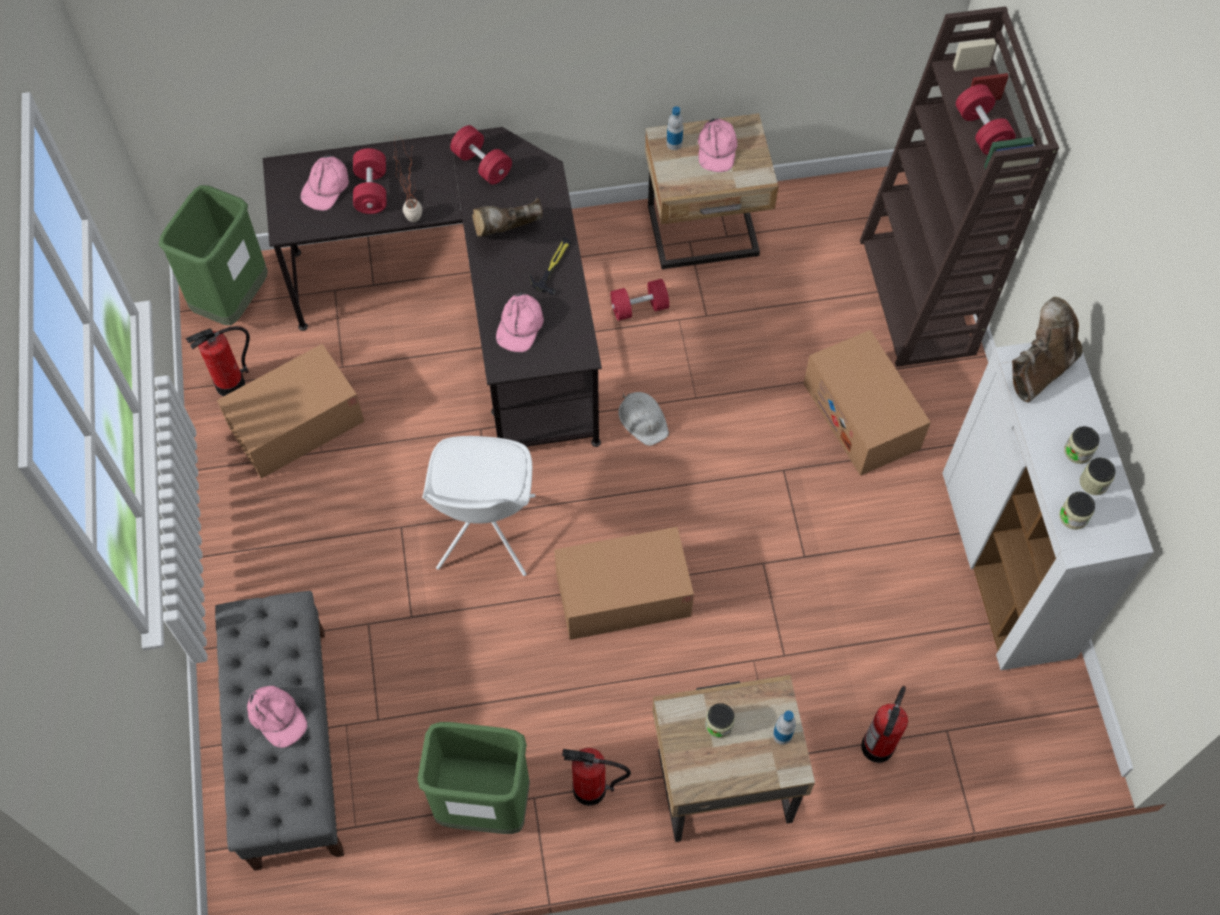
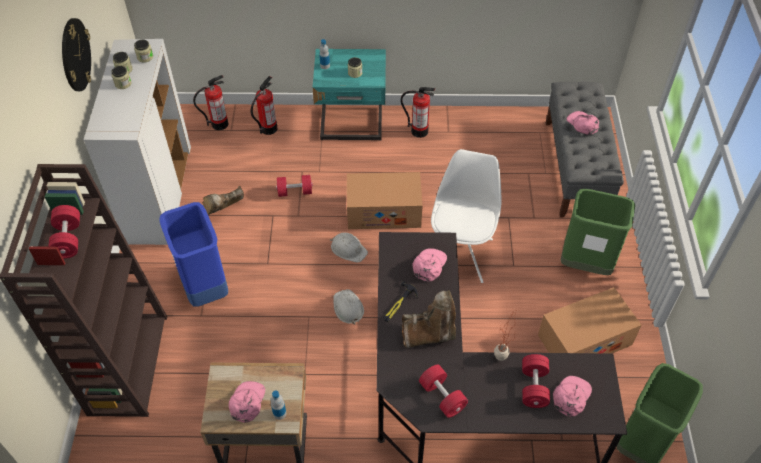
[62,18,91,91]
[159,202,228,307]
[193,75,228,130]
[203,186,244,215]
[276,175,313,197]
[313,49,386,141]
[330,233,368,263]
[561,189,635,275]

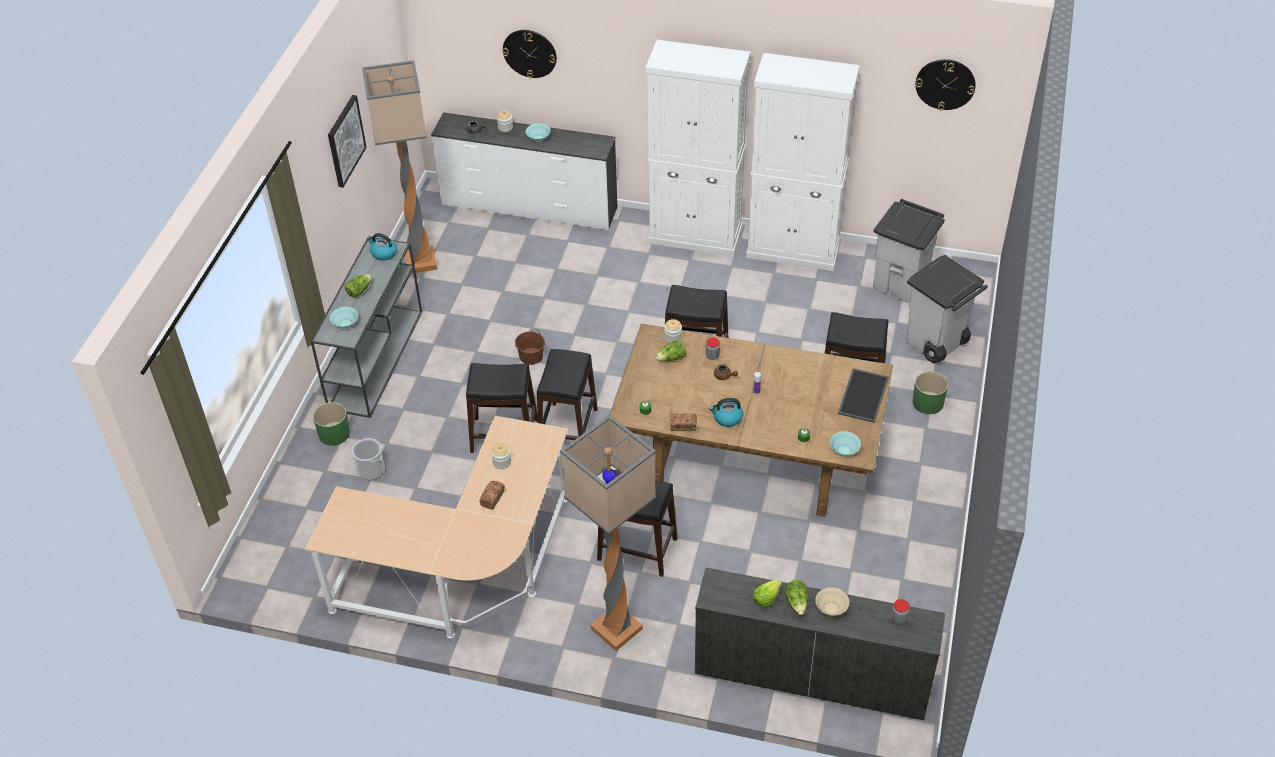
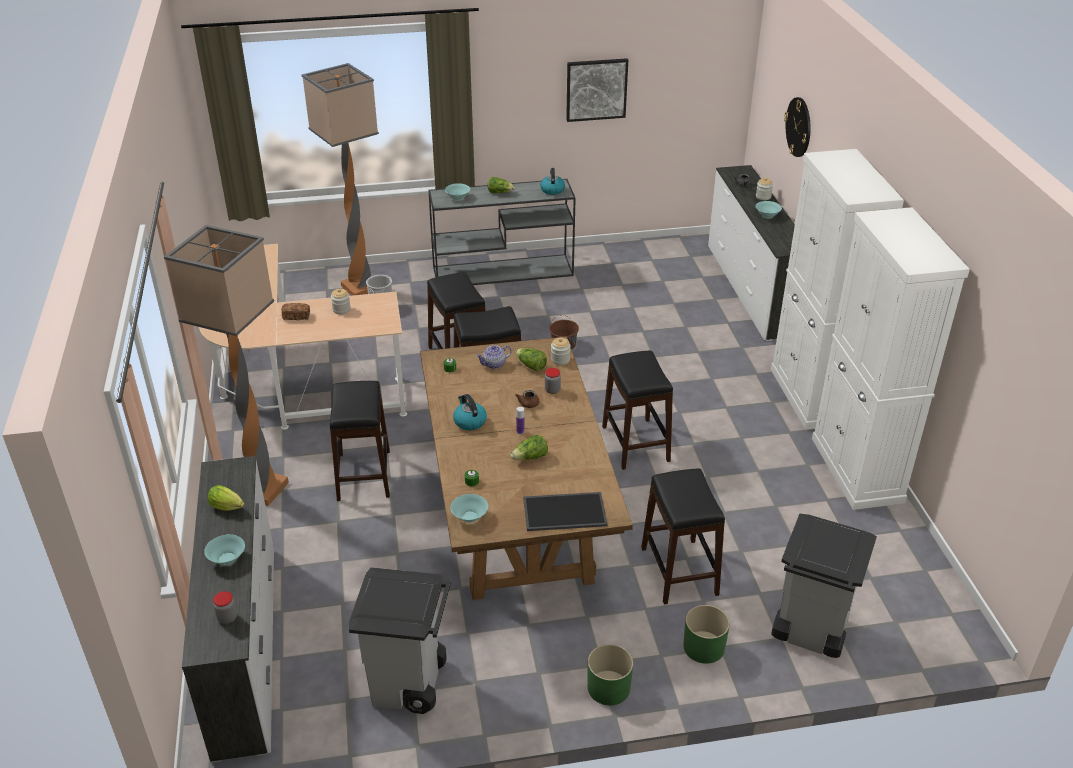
[204,534,245,565]
[302,63,379,296]
[349,567,451,714]
[476,345,512,369]
[511,435,548,460]
[588,644,633,705]
[670,413,697,431] (first image)
[915,59,976,111] (first image)

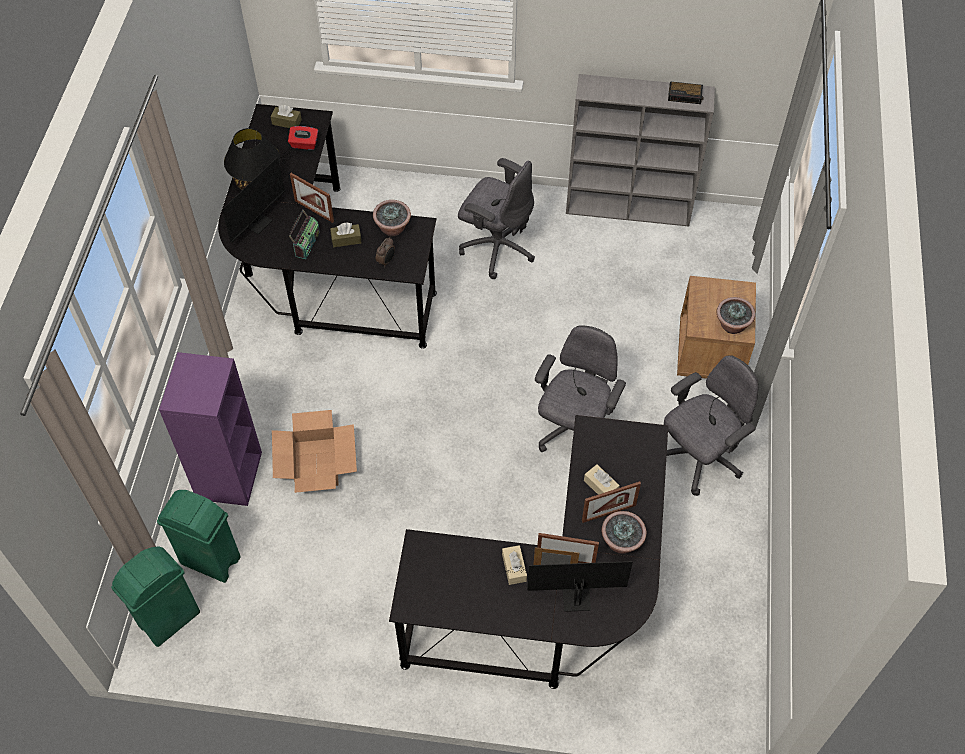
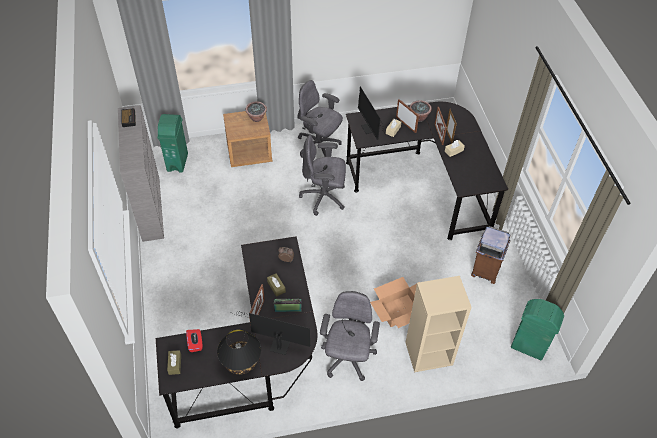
[157,114,188,173]
[320,291,380,381]
[358,86,384,140]
[405,276,472,372]
[471,226,510,284]
[373,200,411,237] (first image)

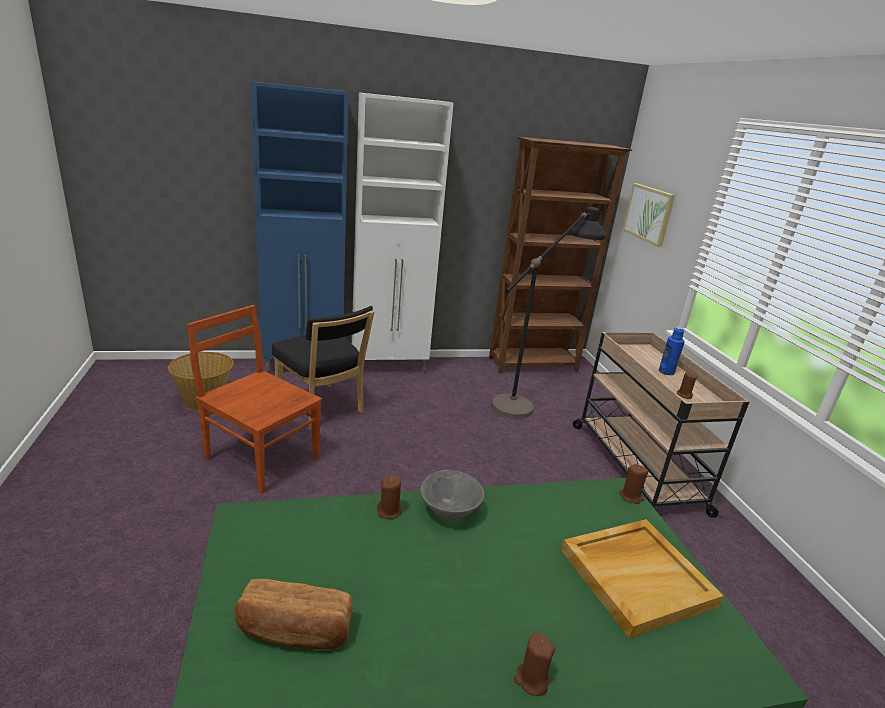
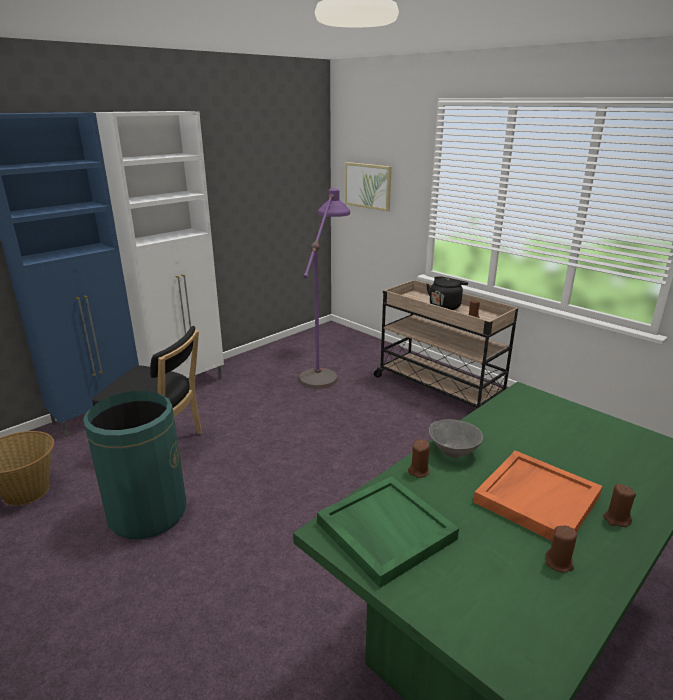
[83,391,186,539]
[299,188,350,389]
[317,476,459,588]
[426,277,468,310]
[473,451,603,541]
[545,526,577,573]
[234,579,353,649] (first image)
[489,137,632,373] (first image)
[561,519,724,638] (first image)

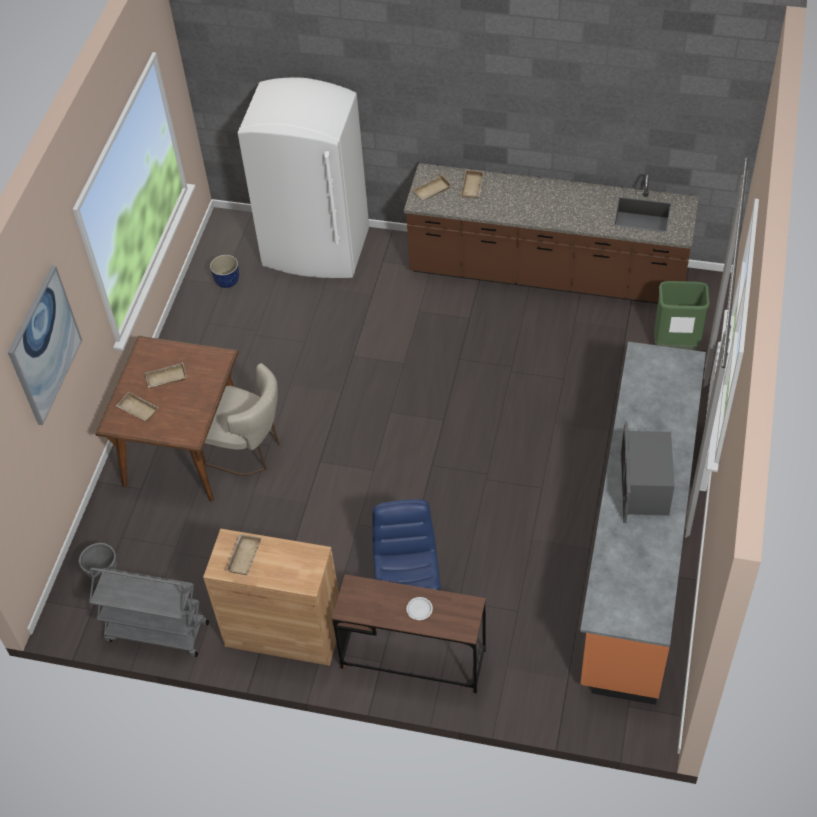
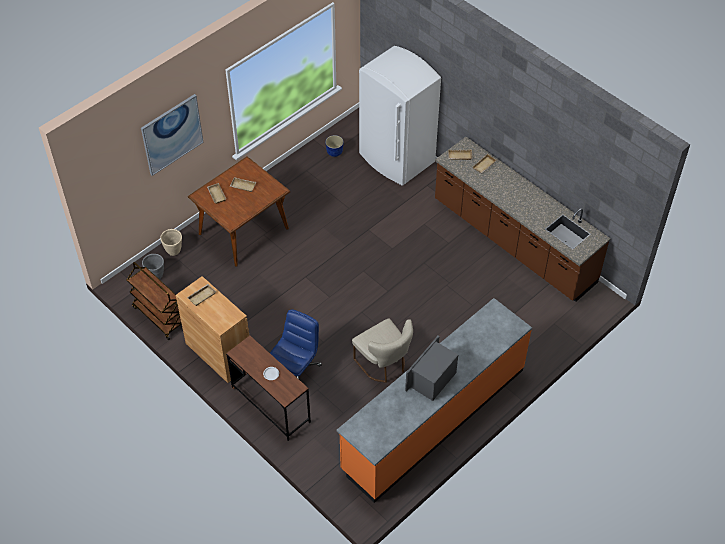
[127,262,181,340]
[160,229,182,256]
[352,318,413,383]
[654,281,710,351] (first image)

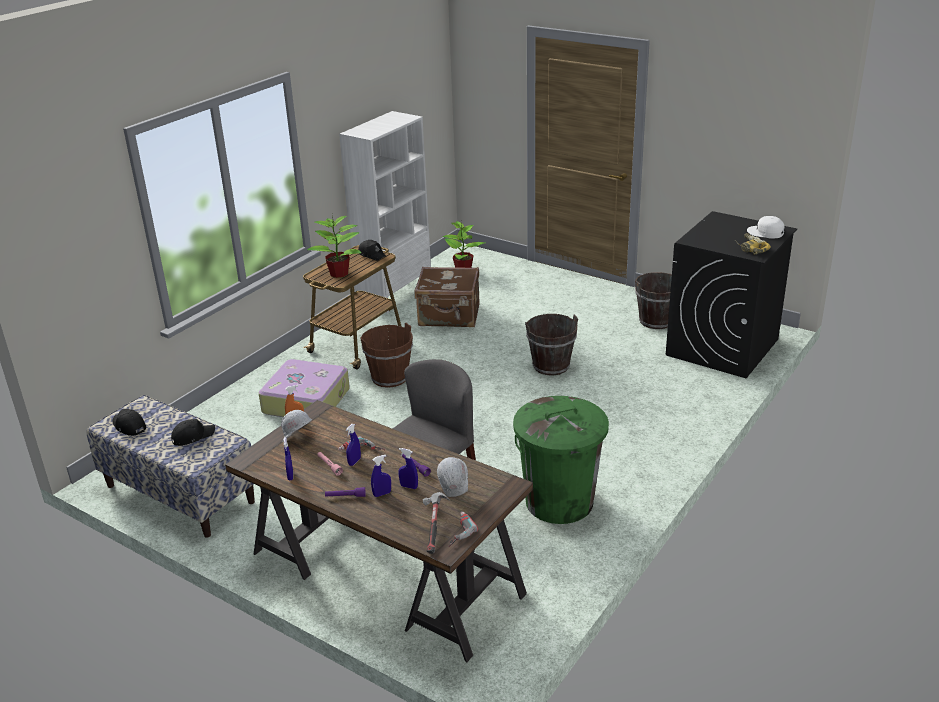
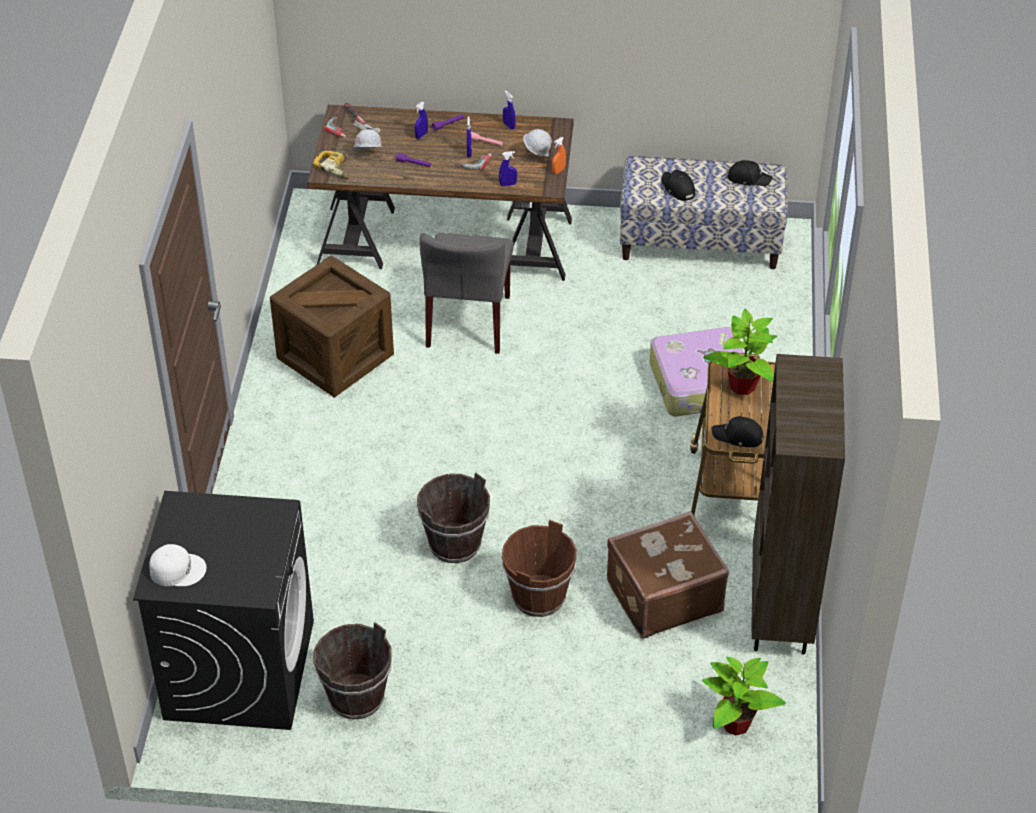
[270,256,394,397]
[313,144,356,179]
[499,151,517,186]
[502,520,577,617]
[661,170,695,201]
[751,354,845,655]

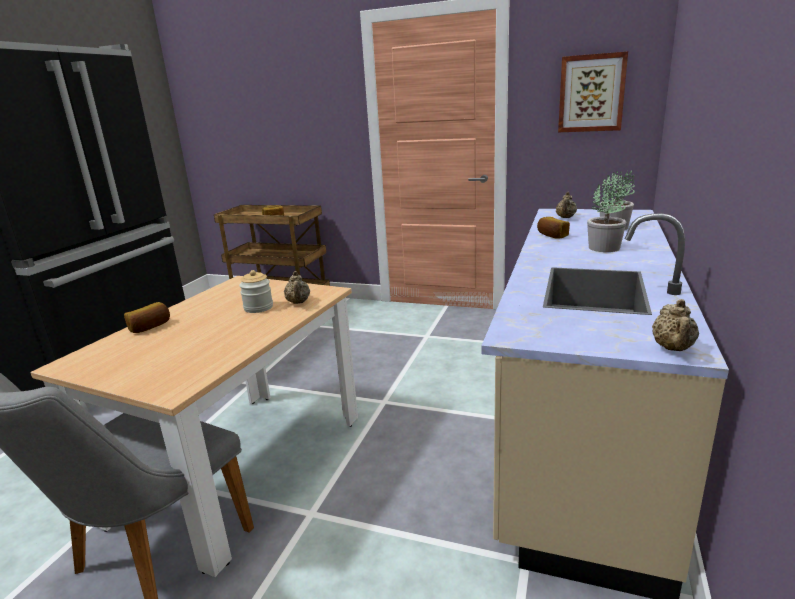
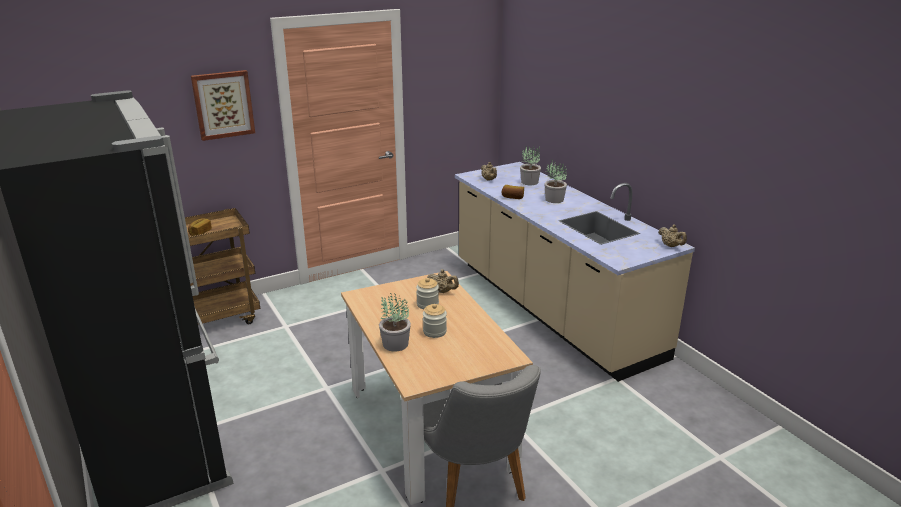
[191,70,255,141]
[379,293,411,352]
[423,304,447,338]

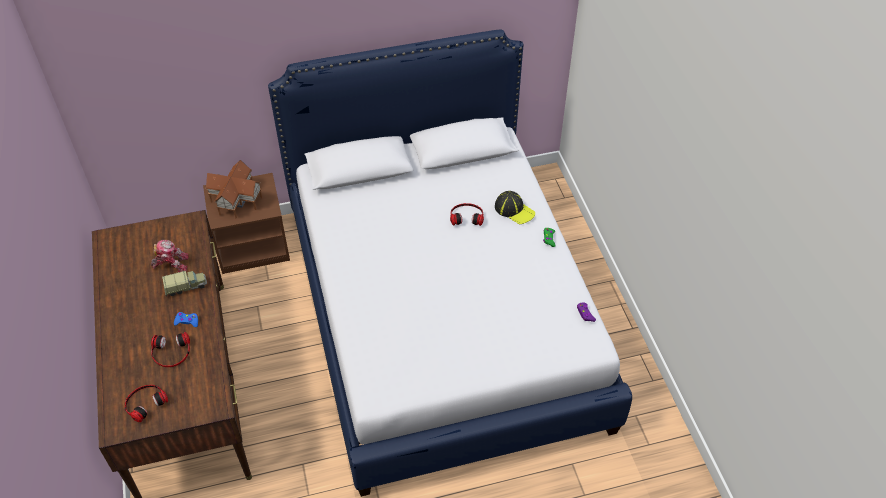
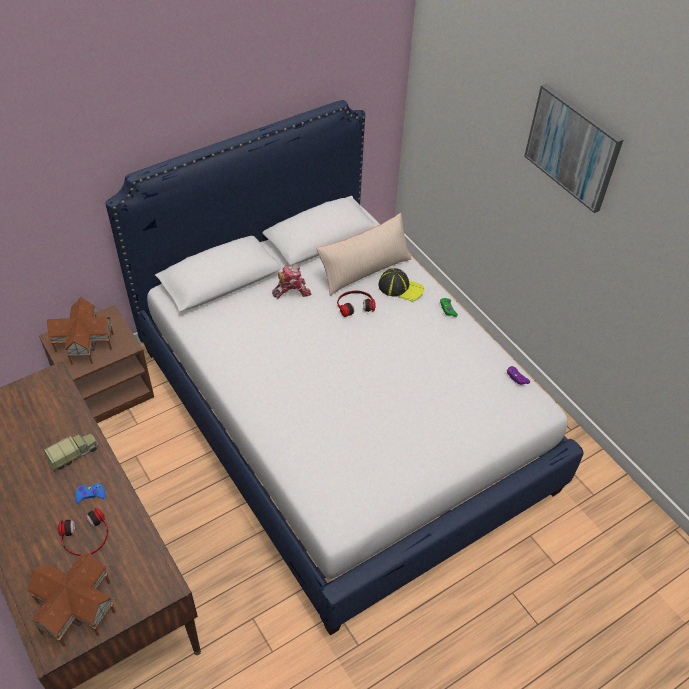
[27,553,116,647]
[272,265,312,299]
[317,213,412,296]
[524,84,623,213]

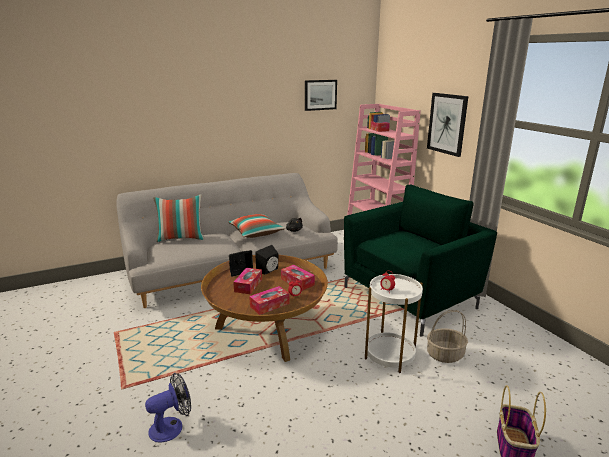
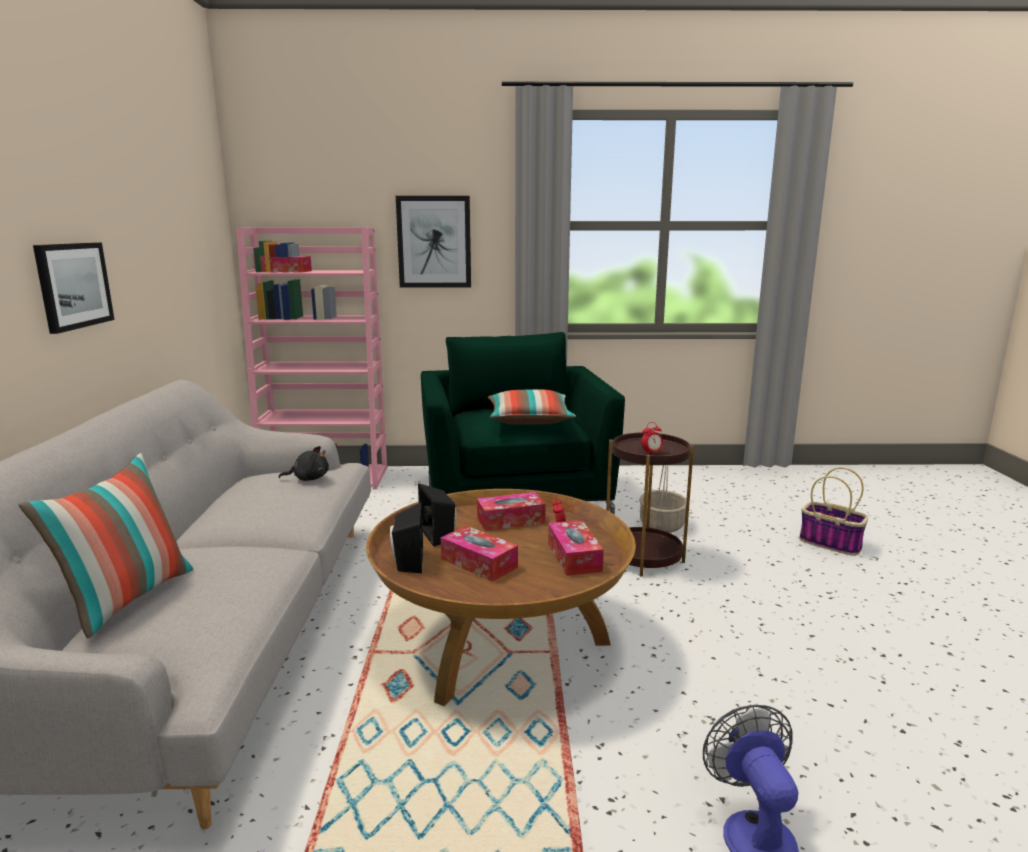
[33,242,114,334]
[488,389,576,425]
[606,432,694,577]

